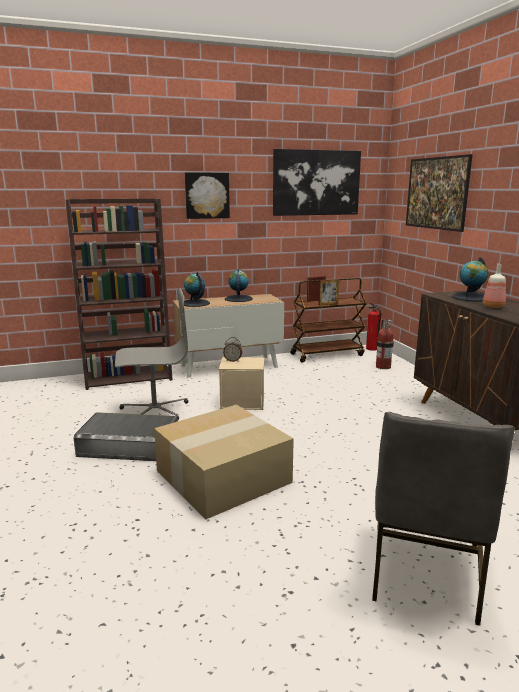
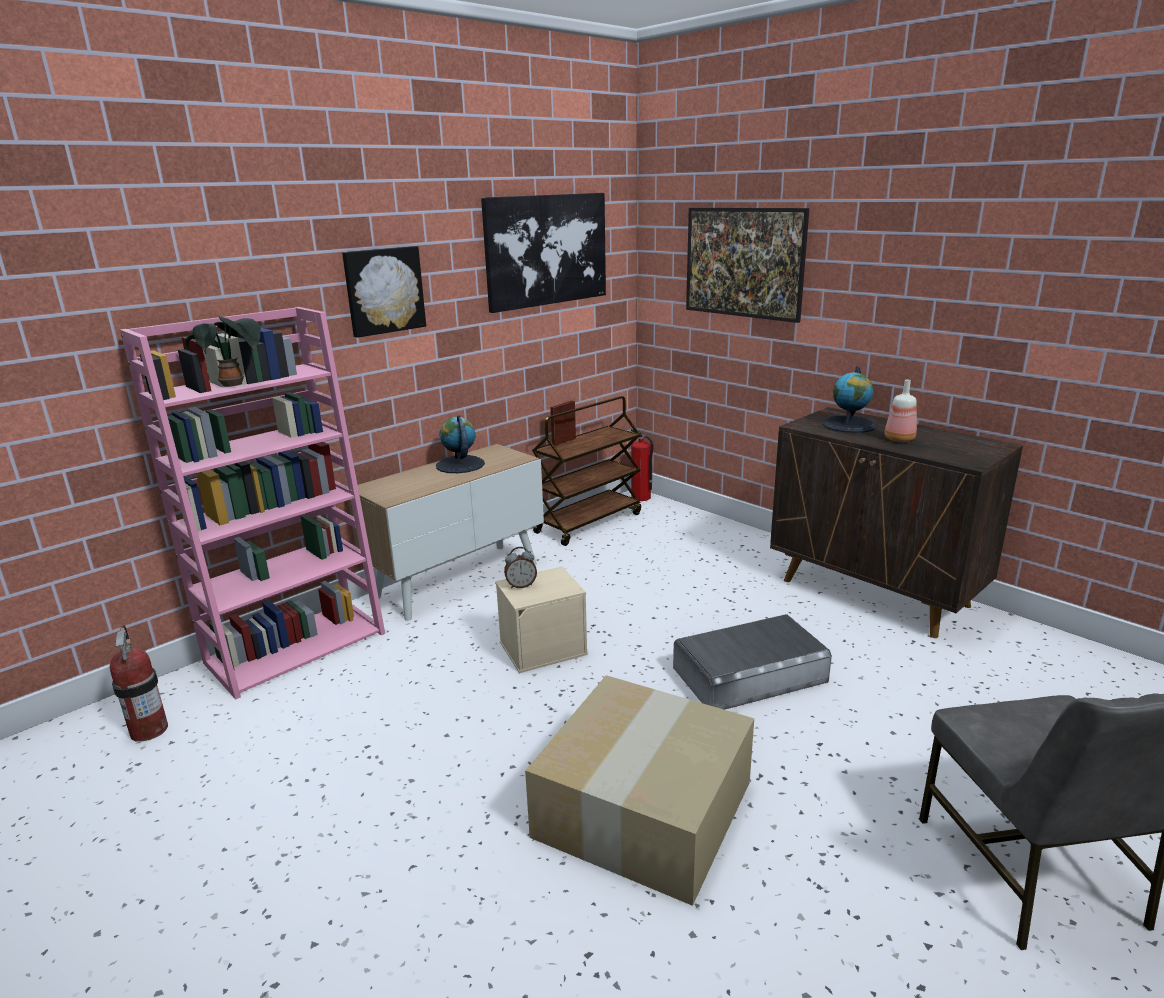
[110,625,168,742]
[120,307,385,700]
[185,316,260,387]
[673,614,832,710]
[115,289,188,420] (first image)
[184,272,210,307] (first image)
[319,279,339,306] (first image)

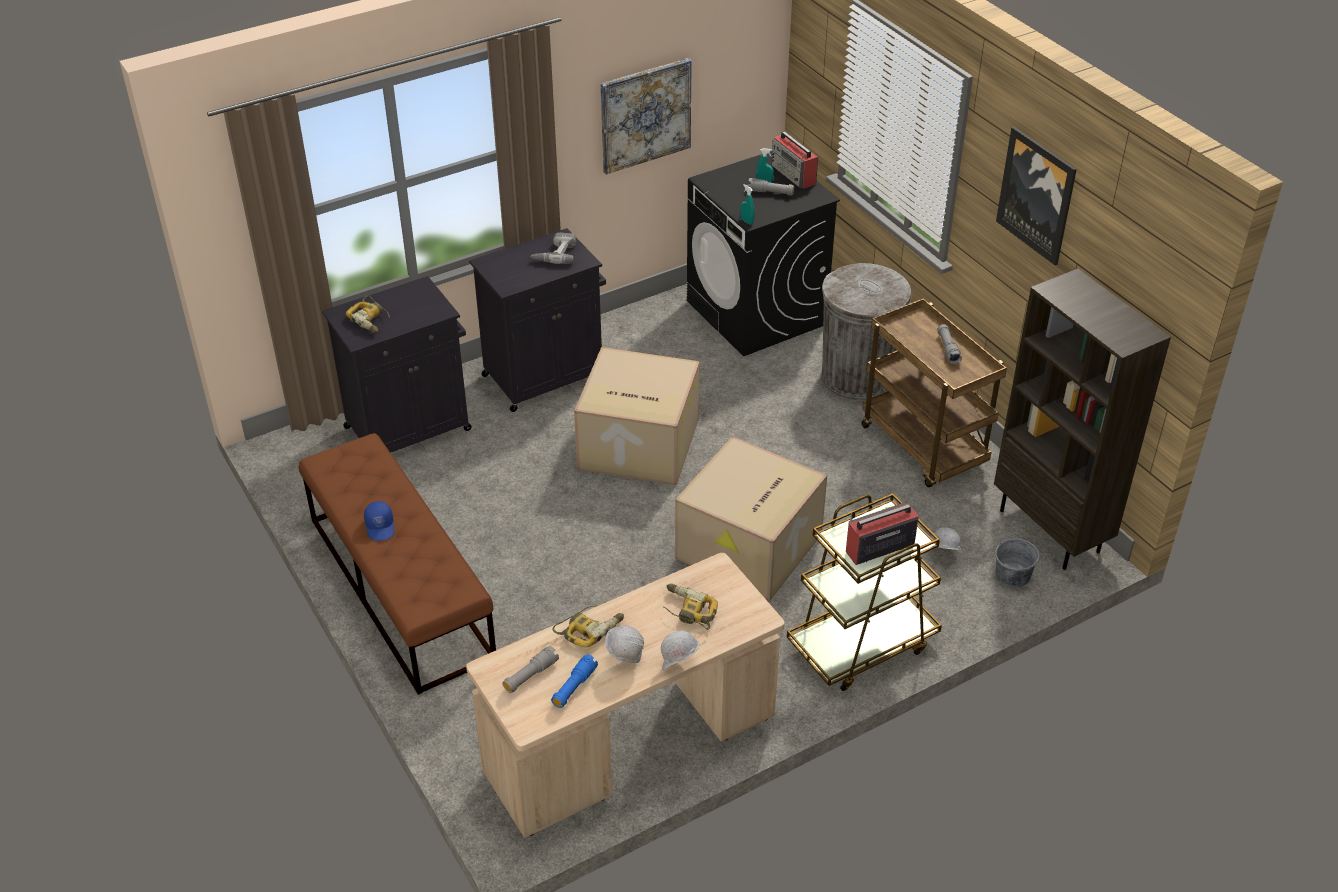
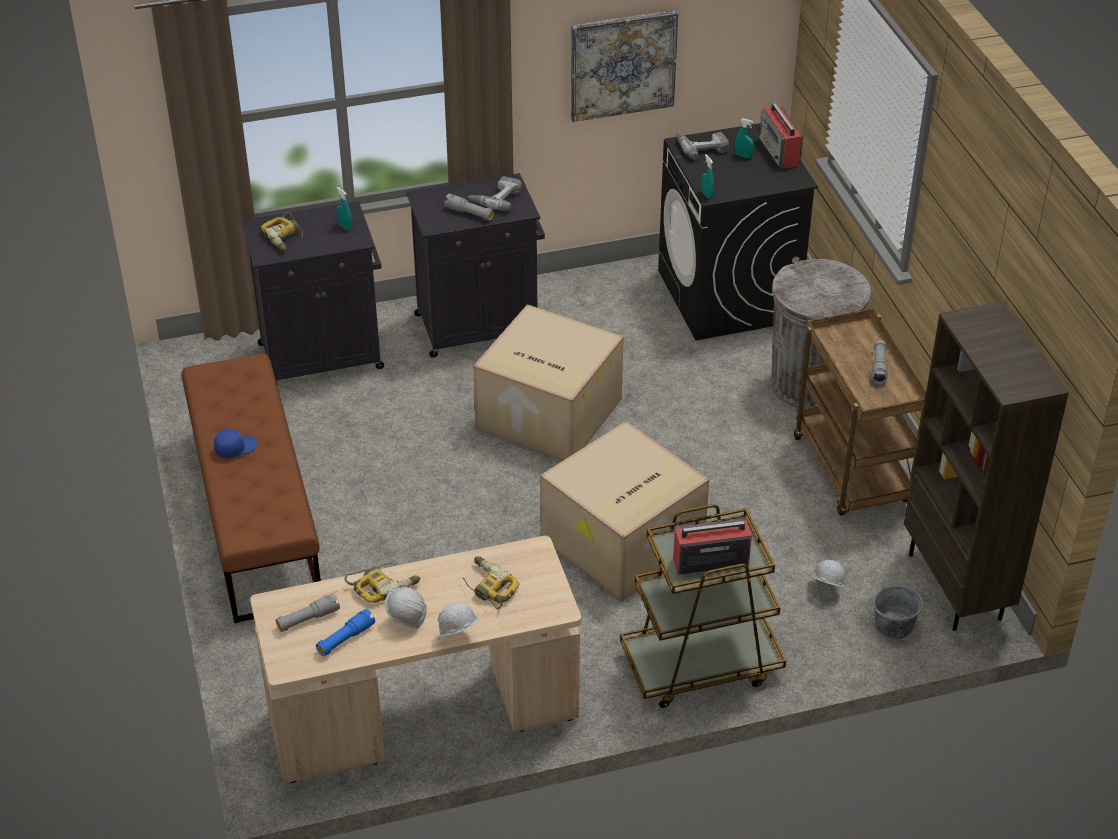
[214,429,257,458]
[336,187,352,230]
[444,194,494,221]
[677,132,729,160]
[996,127,1077,265] (first image)

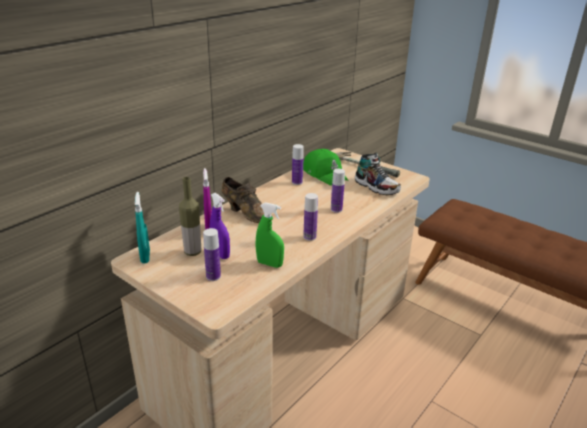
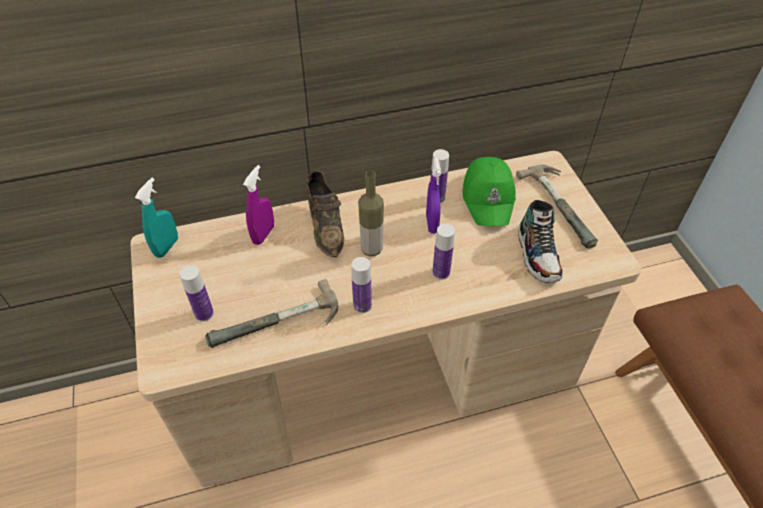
[205,279,338,348]
[358,170,384,256]
[426,158,441,234]

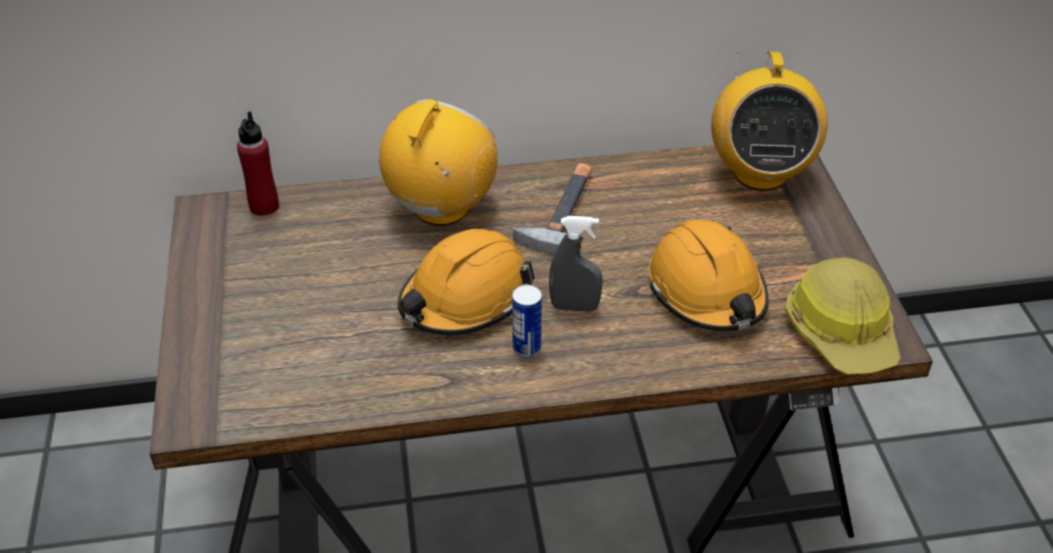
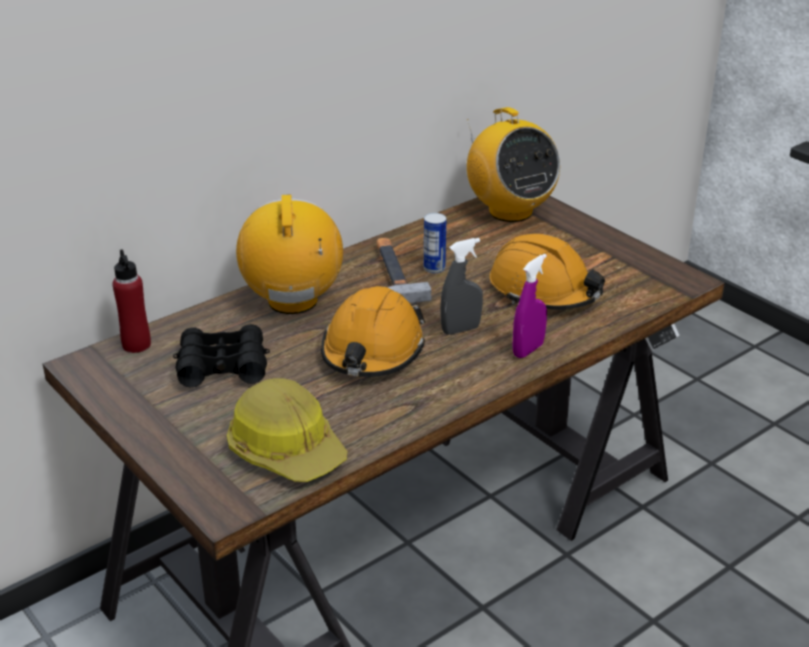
[173,324,270,388]
[227,378,348,482]
[424,213,446,273]
[512,254,547,358]

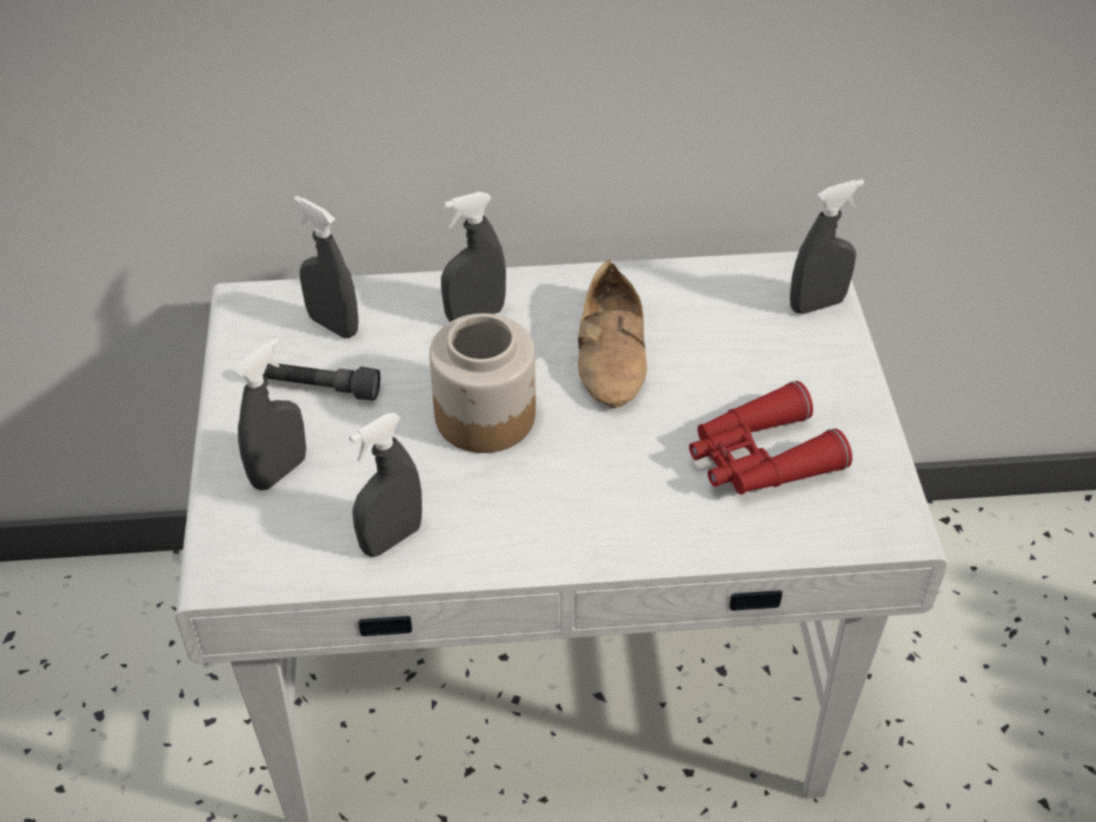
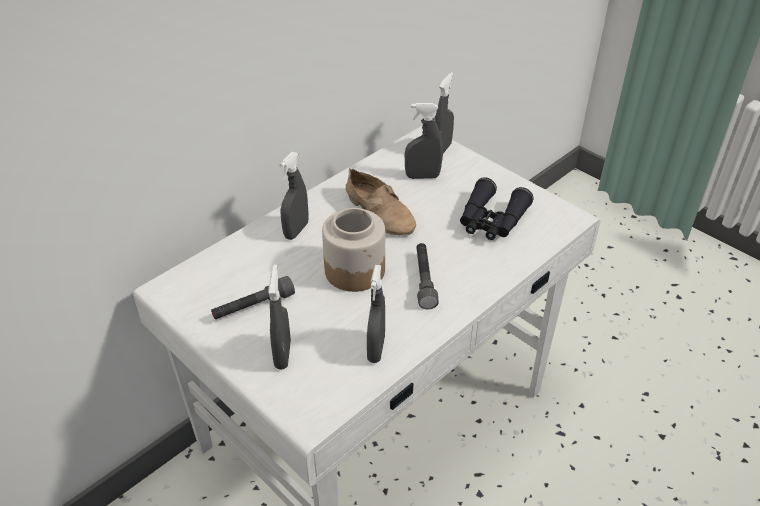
[405,103,443,179]
[416,243,439,310]
[460,177,533,240]

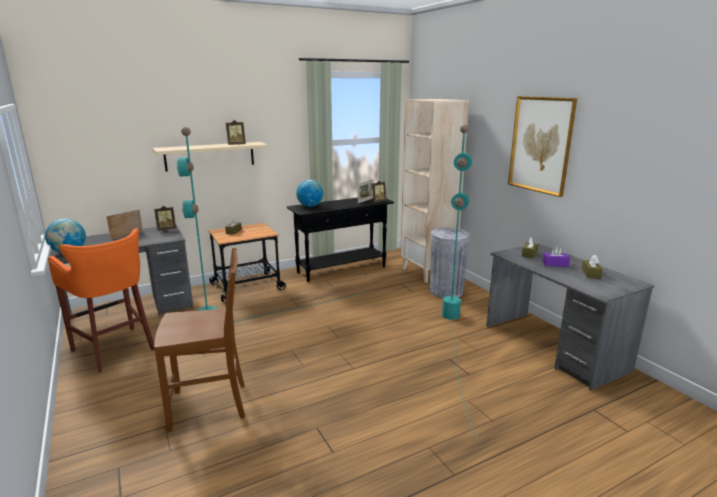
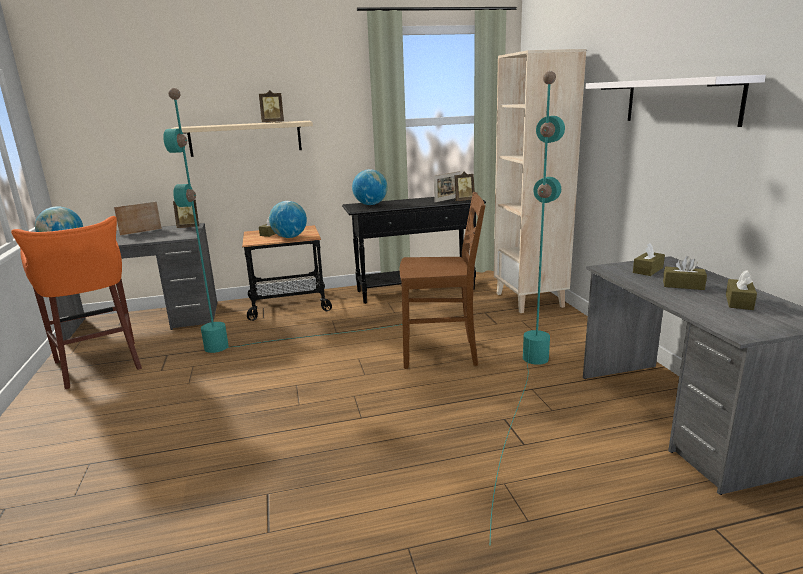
[269,201,307,238]
[400,192,486,369]
[586,75,766,127]
[663,256,707,290]
[430,228,470,298] (first image)

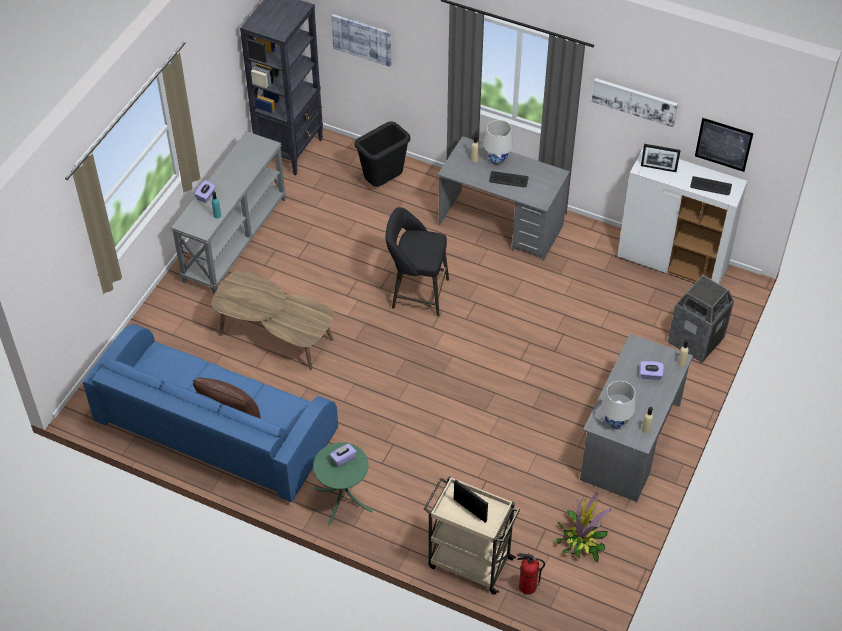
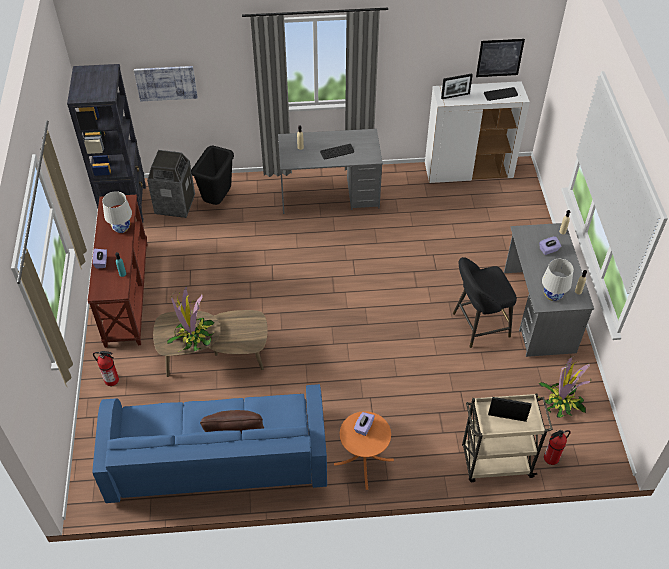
[87,195,148,348]
[93,351,119,386]
[102,191,132,233]
[147,150,195,218]
[167,286,214,352]
[334,411,394,490]
[453,257,517,348]
[592,78,678,127] (first image)

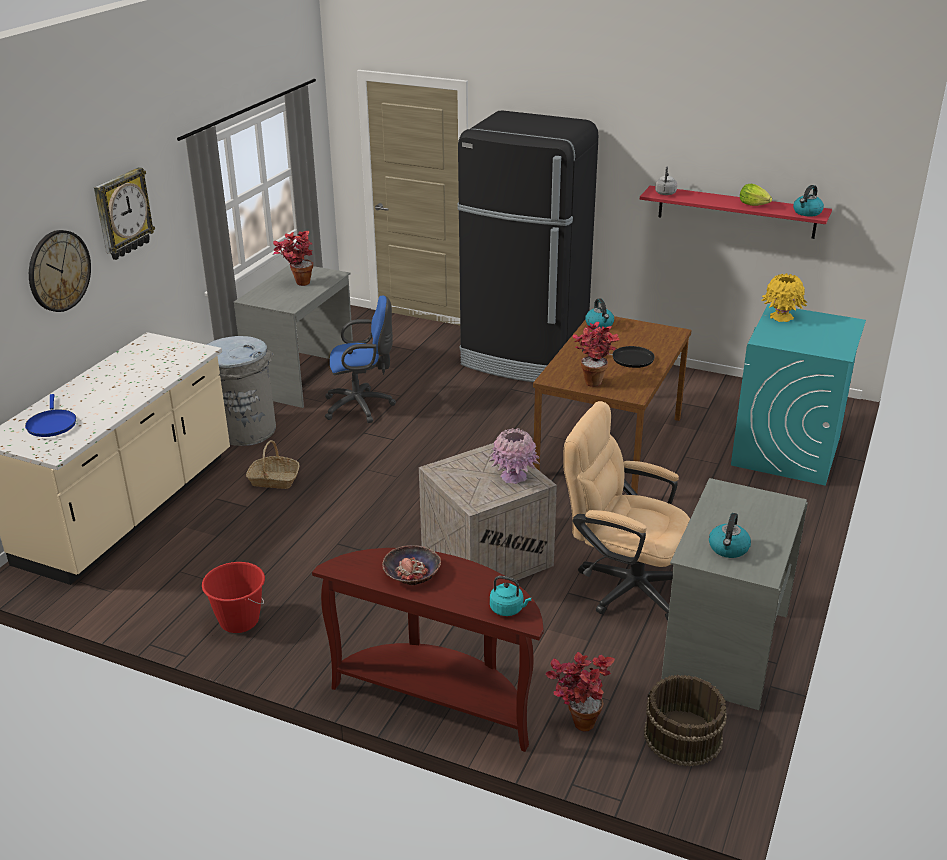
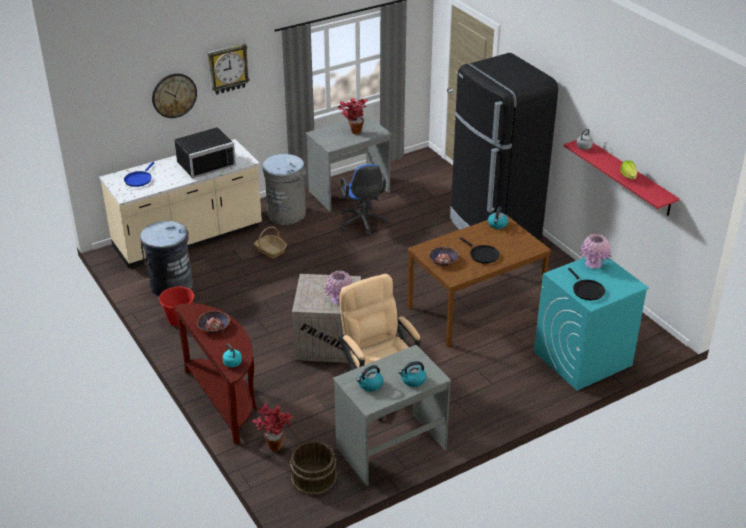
[140,221,193,296]
[174,127,236,178]
[340,164,387,235]
[398,361,427,387]
[429,247,459,266]
[568,268,605,300]
[579,234,612,269]

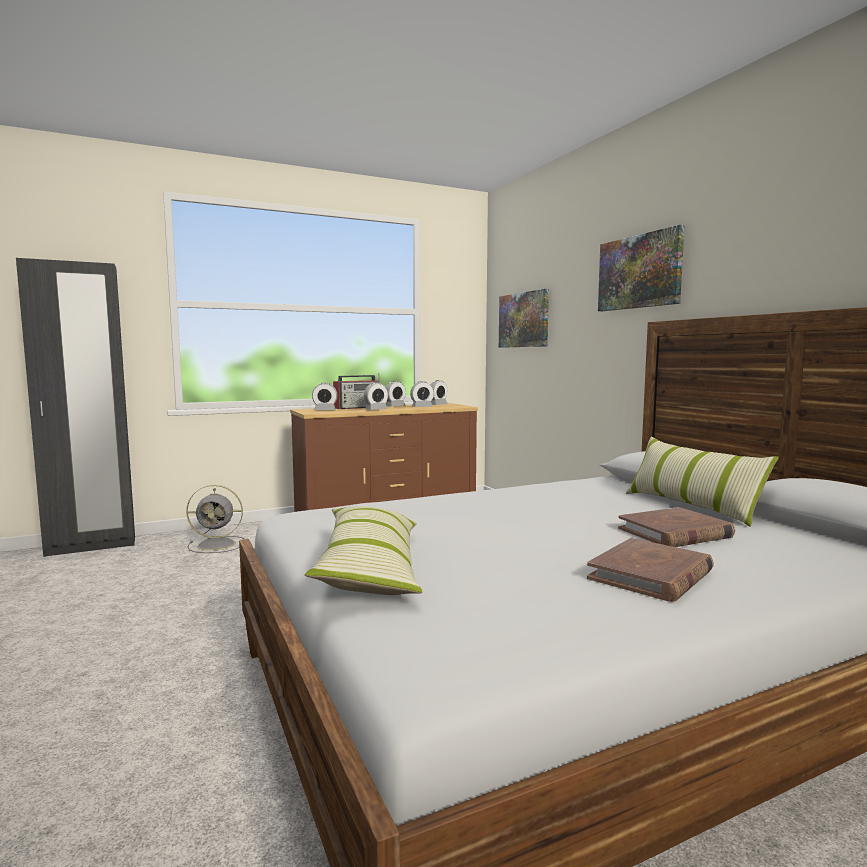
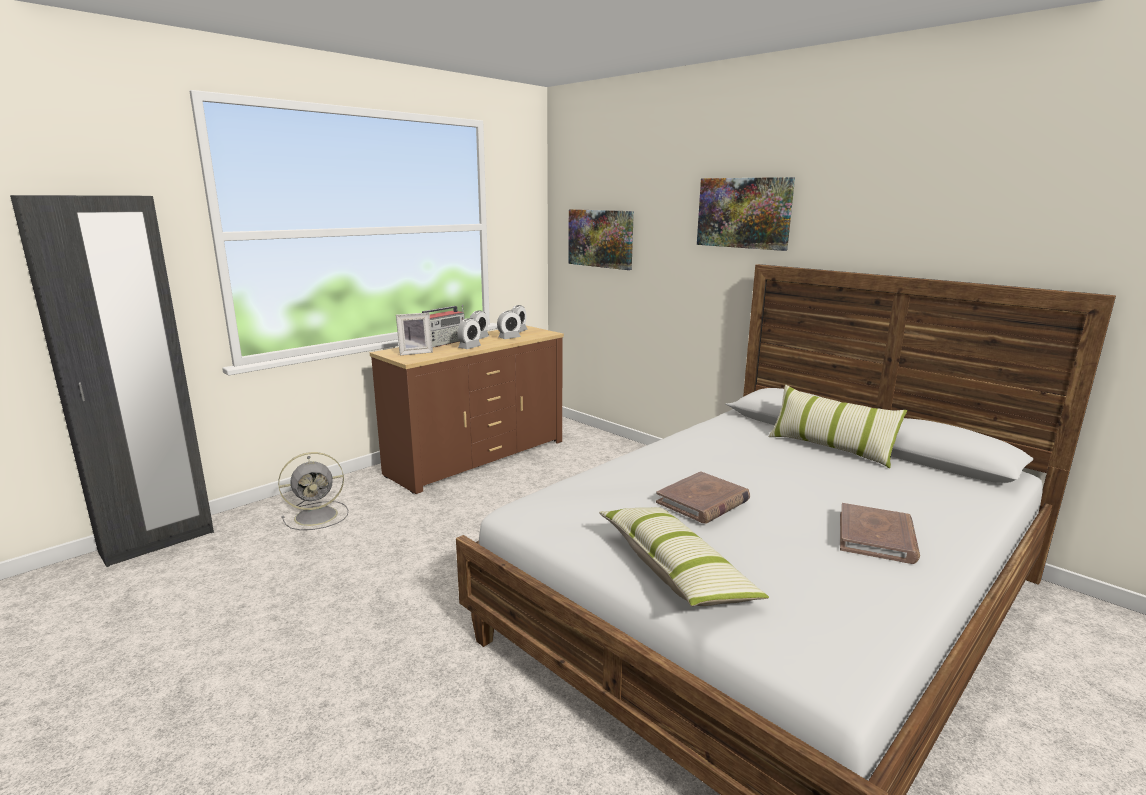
[396,313,433,355]
[656,471,750,523]

